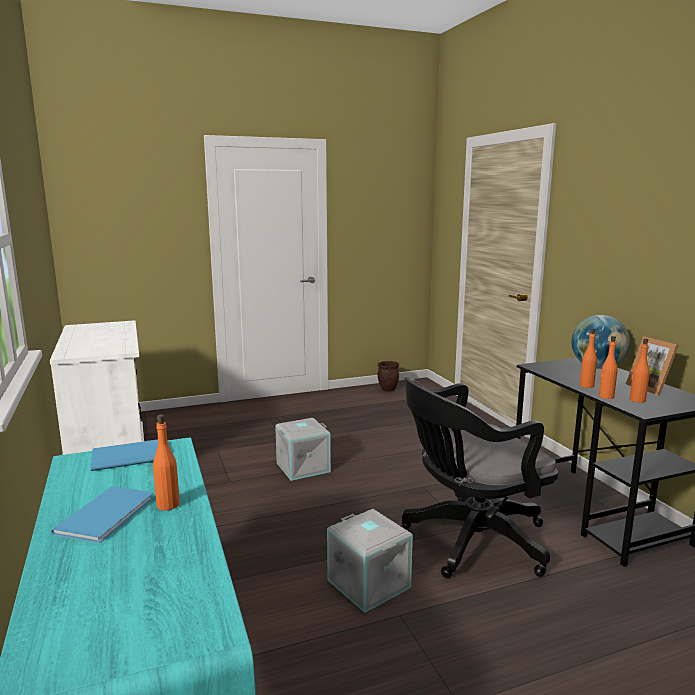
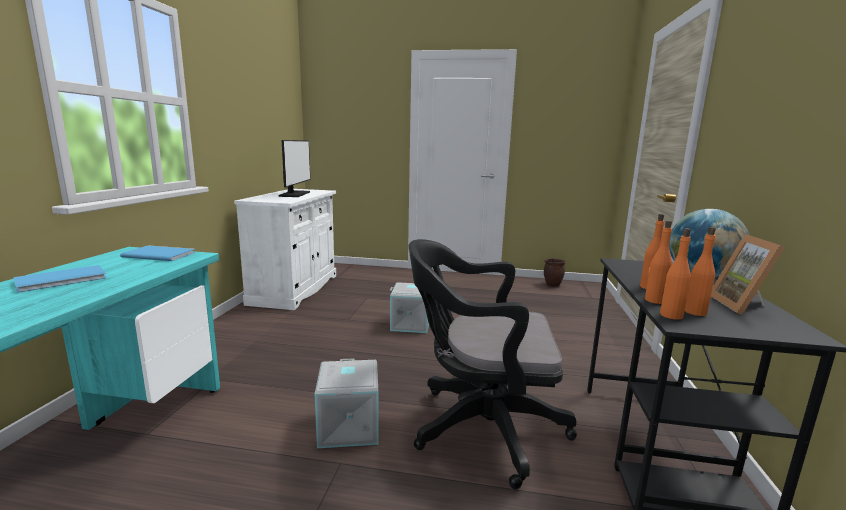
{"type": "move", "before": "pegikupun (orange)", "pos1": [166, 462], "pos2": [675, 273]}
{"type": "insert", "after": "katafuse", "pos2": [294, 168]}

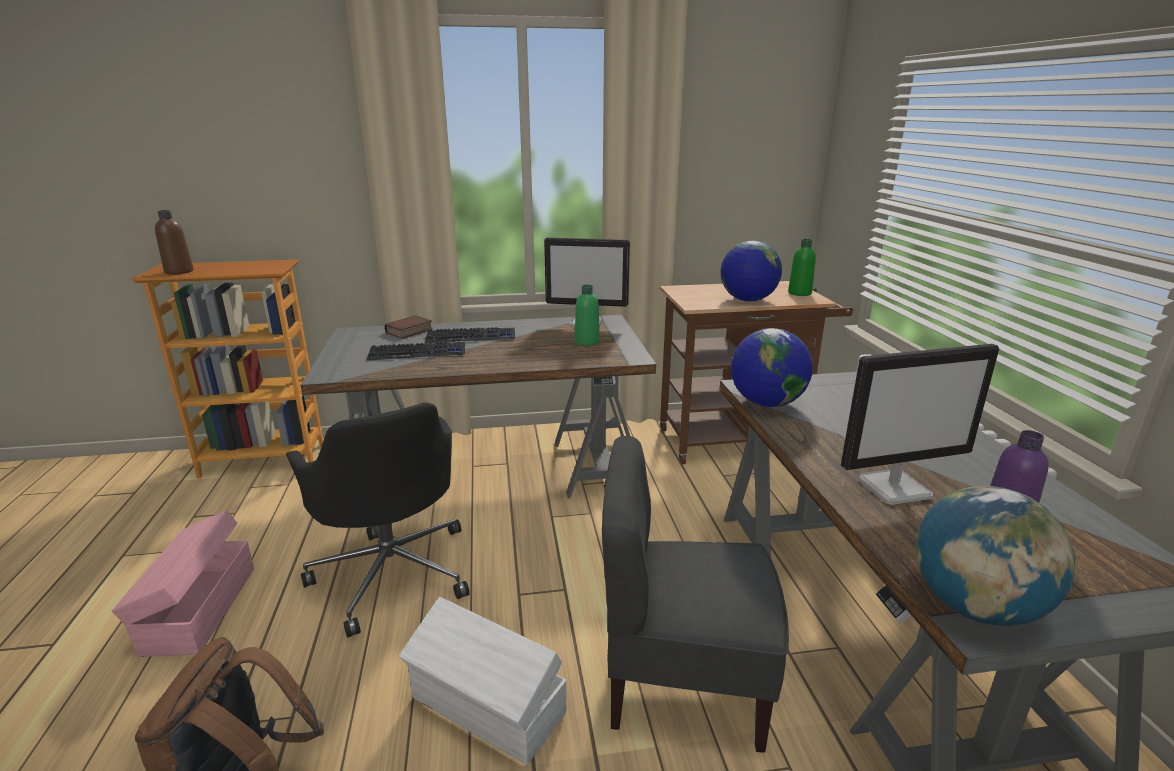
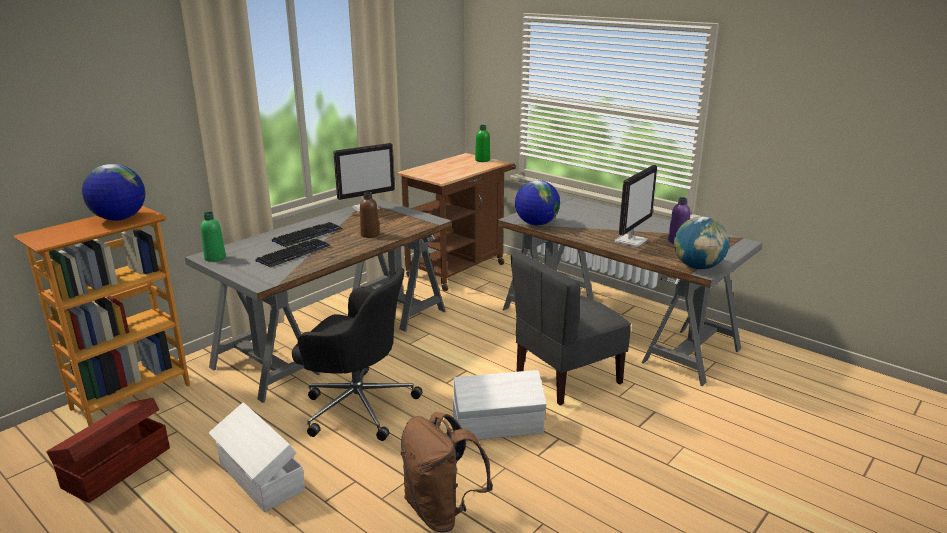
{"type": "move", "before": "pegikupun (brown)", "pos1": [174, 242], "pos2": [370, 215]}
{"type": "move", "before": "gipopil", "pos1": [751, 271], "pos2": [113, 192]}
{"type": "move", "before": "pegikupun (green)", "pos1": [587, 315], "pos2": [213, 237]}
{"type": "delete", "before": "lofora", "pos1": [409, 327]}
{"type": "recolor", "before": "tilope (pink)", "after": "tilope (white)", "pos1": [183, 583], "pos2": [257, 457]}
{"type": "insert", "after": "tilope (brown)", "pos2": [108, 450]}

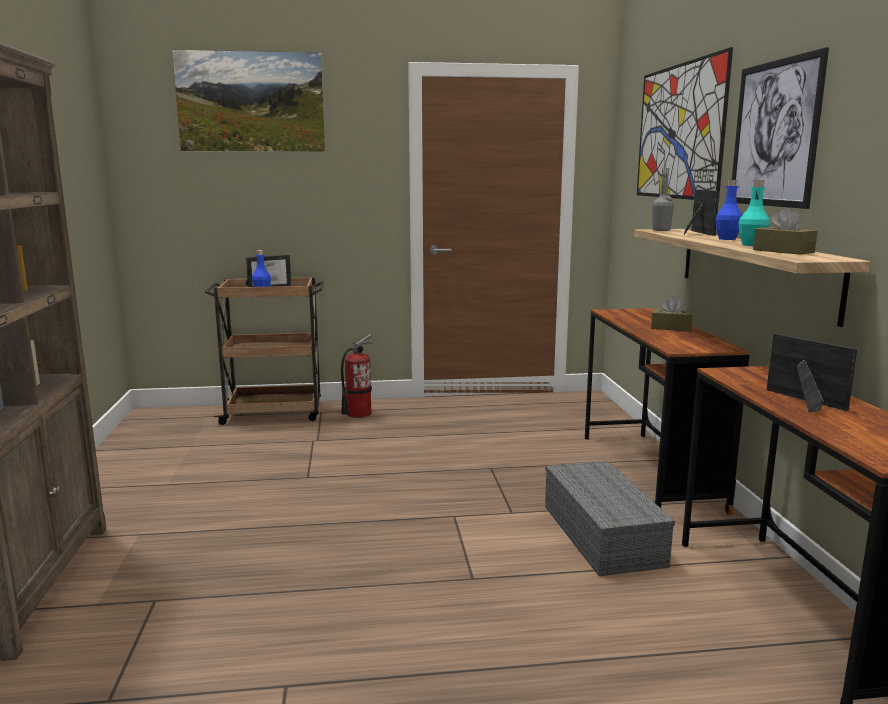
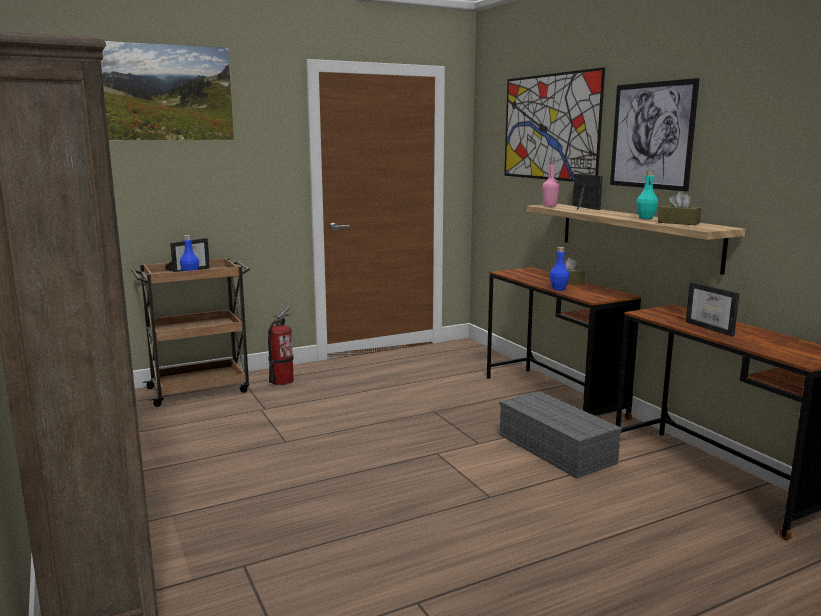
{"type": "recolor", "before": "pegikupun (grey)", "after": "pegikupun (pink)", "pos1": [663, 199], "pos2": [550, 182]}
{"type": "move", "before": "pegikupun (blue)", "pos1": [728, 210], "pos2": [559, 269]}
{"type": "rotate", "before": "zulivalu", "pos1": [812, 372], "pos2": [713, 309], "turn": -150}

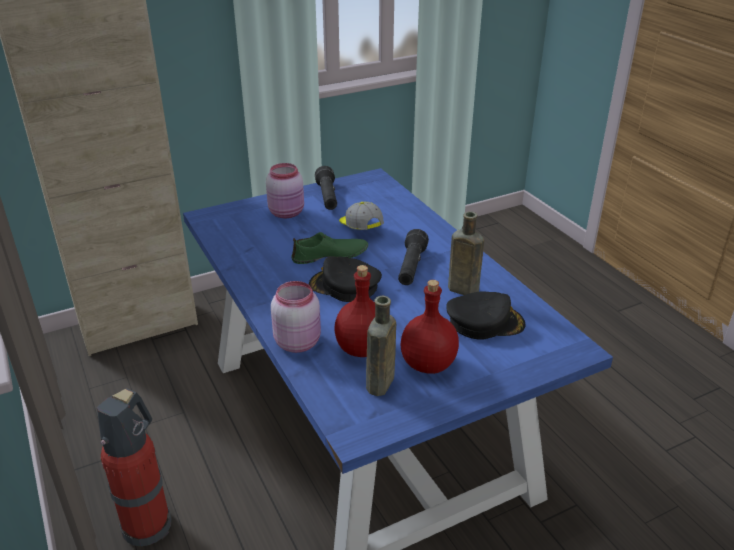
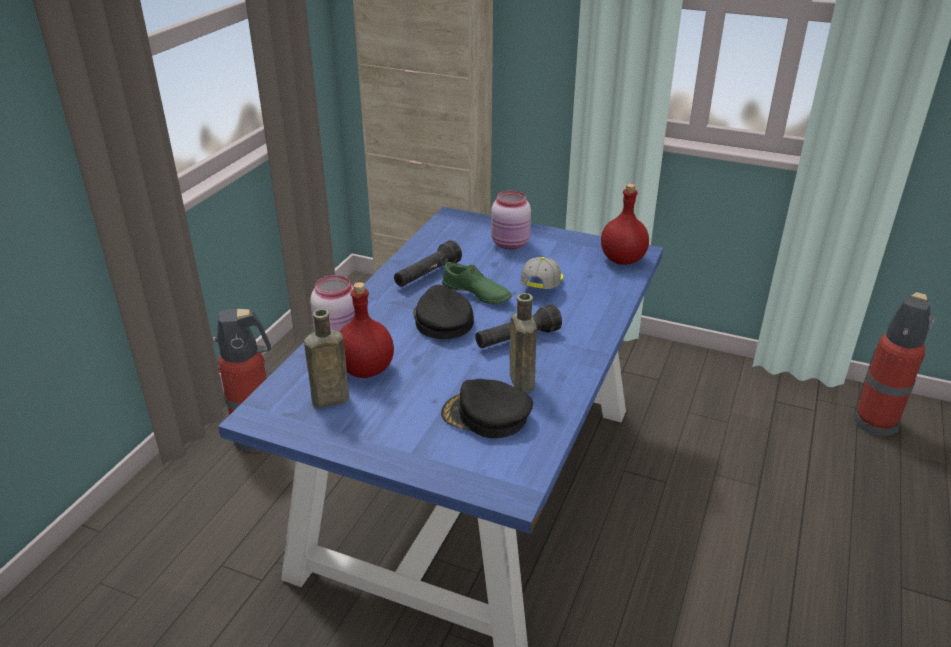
{"type": "move", "before": "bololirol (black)", "pos1": [326, 188], "pos2": [428, 263]}
{"type": "move", "before": "pegikupun (red)", "pos1": [430, 327], "pos2": [625, 224]}
{"type": "rotate", "before": "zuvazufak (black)", "pos1": [485, 315], "pos2": [487, 408], "turn": 150}
{"type": "insert", "after": "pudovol", "pos2": [894, 364]}

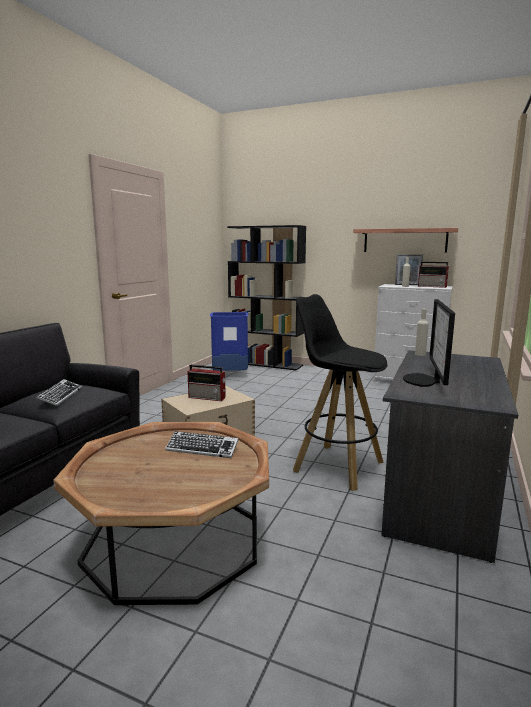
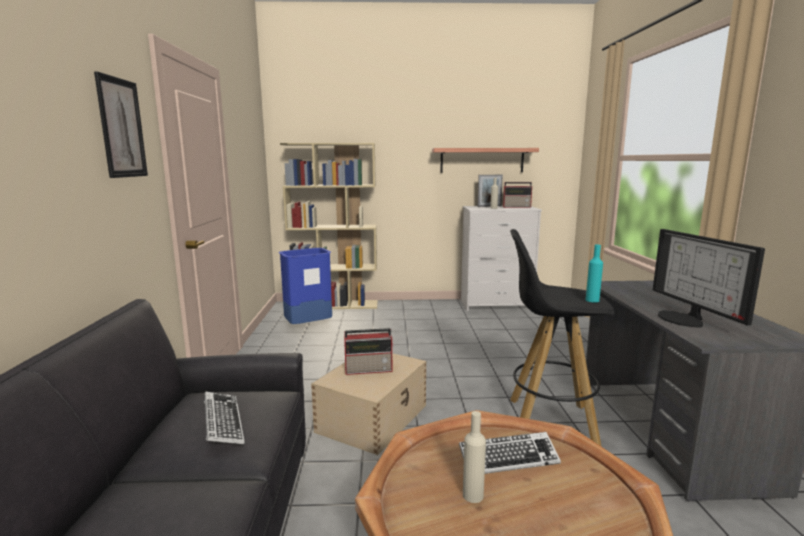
{"type": "recolor", "before": "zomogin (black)", "after": "zomogin (beige)", "pos1": [266, 298], "pos2": [329, 226]}
{"type": "move", "before": "pegikupun (beige)", "pos1": [422, 332], "pos2": [474, 457]}
{"type": "insert", "after": "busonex", "pos2": [121, 124]}
{"type": "insert", "after": "pegikupun (turquoise)", "pos2": [594, 274]}

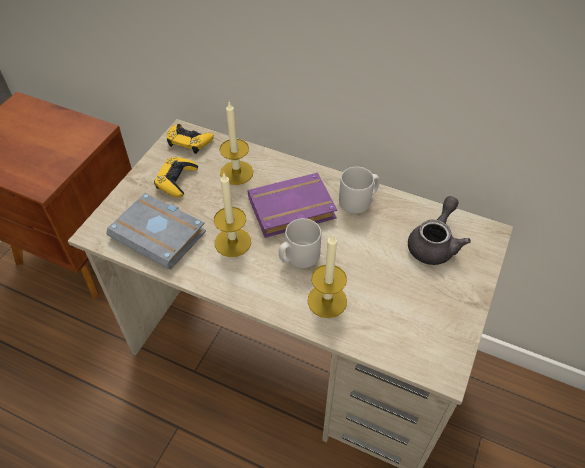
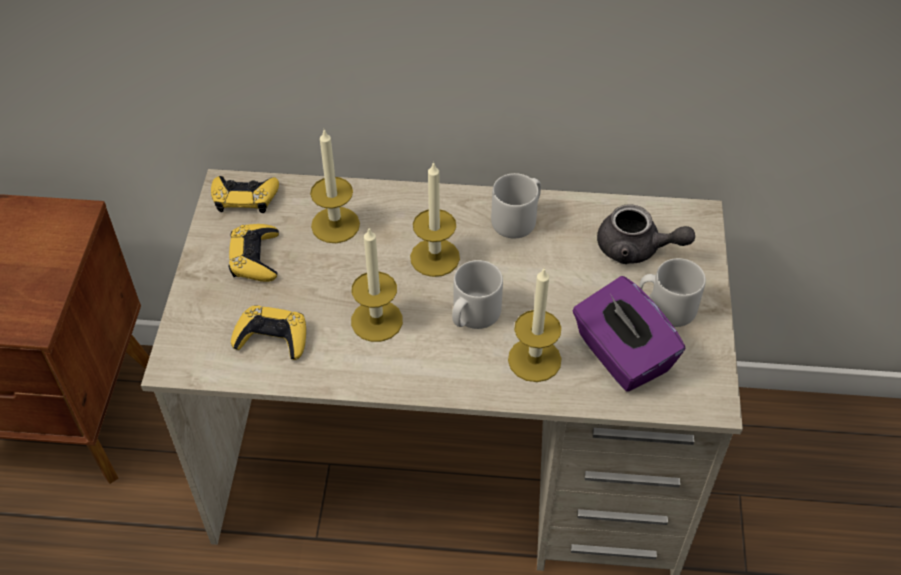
{"type": "replace", "before": "lofora (purple)", "after": "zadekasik", "pos1": [292, 205], "pos2": [435, 219]}
{"type": "replace", "before": "lofora (grey)", "after": "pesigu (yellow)", "pos1": [156, 231], "pos2": [268, 332]}
{"type": "rotate", "before": "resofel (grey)", "pos1": [439, 230], "pos2": [646, 234], "turn": 105}
{"type": "insert", "after": "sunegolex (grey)", "pos2": [672, 292]}
{"type": "insert", "after": "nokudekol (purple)", "pos2": [628, 334]}

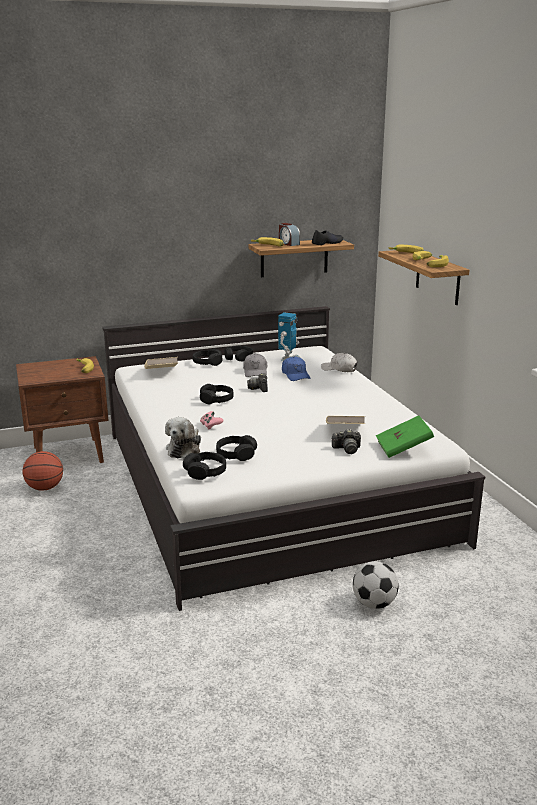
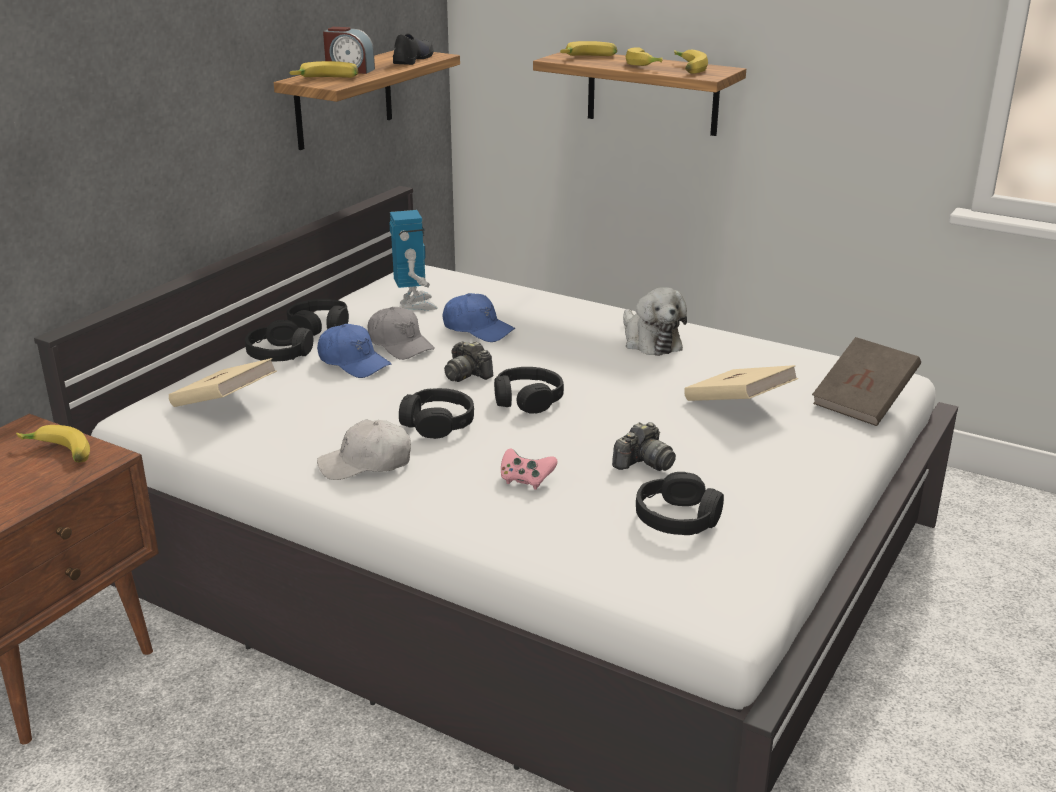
{"type": "move", "before": "zuvazufak (white)", "pos1": [339, 362], "pos2": [364, 450]}
{"type": "recolor", "before": "lofora (green)", "after": "lofora (brown)", "pos1": [405, 436], "pos2": [866, 381]}
{"type": "move", "before": "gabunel", "pos1": [183, 438], "pos2": [655, 321]}
{"type": "move", "before": "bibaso", "pos1": [346, 441], "pos2": [644, 446]}
{"type": "delete", "before": "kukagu", "pos1": [42, 471]}
{"type": "move", "before": "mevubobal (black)", "pos1": [204, 466], "pos2": [529, 390]}
{"type": "delete", "before": "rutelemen", "pos1": [376, 585]}
{"type": "insert", "after": "zuvazufak (blue)", "pos2": [354, 351]}

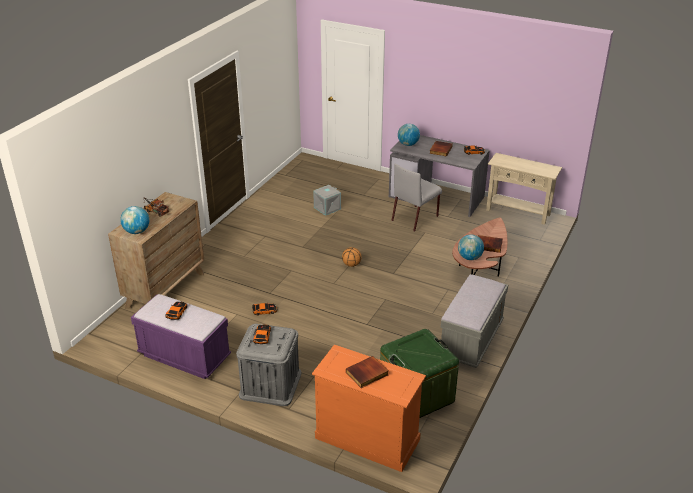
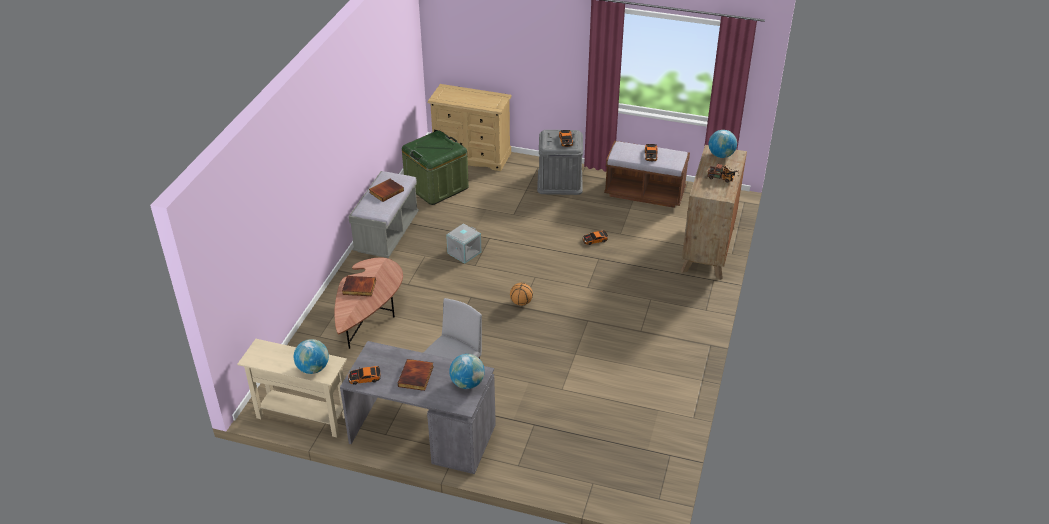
{"type": "move", "before": "tilope (grey)", "pos1": [327, 200], "pos2": [464, 243]}
{"type": "move", "before": "gipopil", "pos1": [471, 247], "pos2": [311, 356]}
{"type": "recolor", "before": "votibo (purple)", "after": "votibo (brown)", "pos1": [181, 336], "pos2": [647, 174]}
{"type": "recolor", "before": "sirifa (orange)", "after": "sirifa (beige)", "pos1": [369, 408], "pos2": [470, 127]}
{"type": "move", "before": "lofora", "pos1": [367, 372], "pos2": [386, 190]}

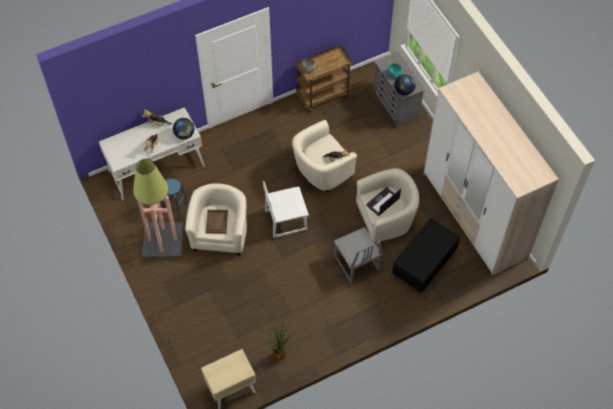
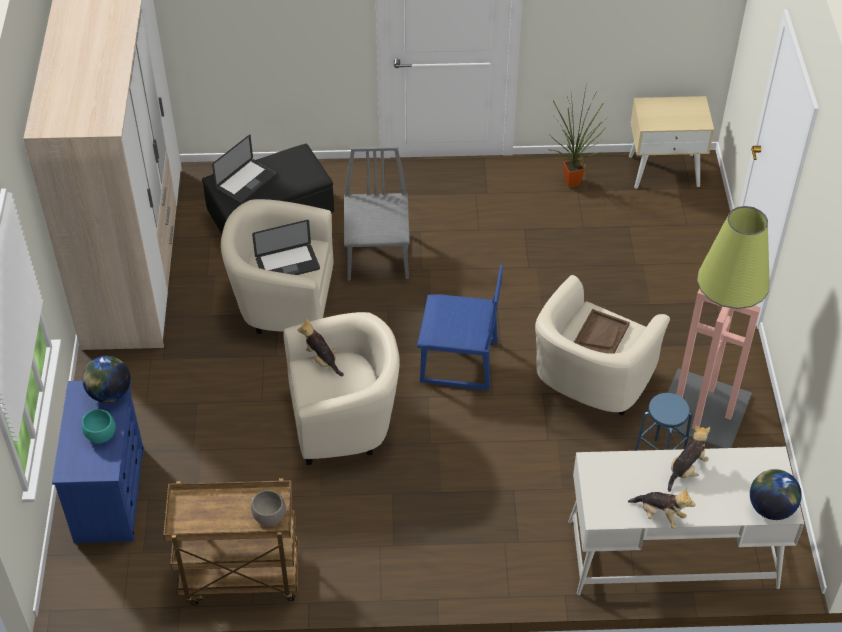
{"type": "recolor", "before": "sirifa (grey)", "after": "sirifa (blue)", "pos1": [399, 89], "pos2": [98, 462]}
{"type": "move", "before": "gipopil", "pos1": [183, 128], "pos2": [776, 494]}
{"type": "recolor", "before": "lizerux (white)", "after": "lizerux (blue)", "pos1": [286, 209], "pos2": [460, 327]}
{"type": "insert", "after": "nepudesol", "pos2": [244, 169]}

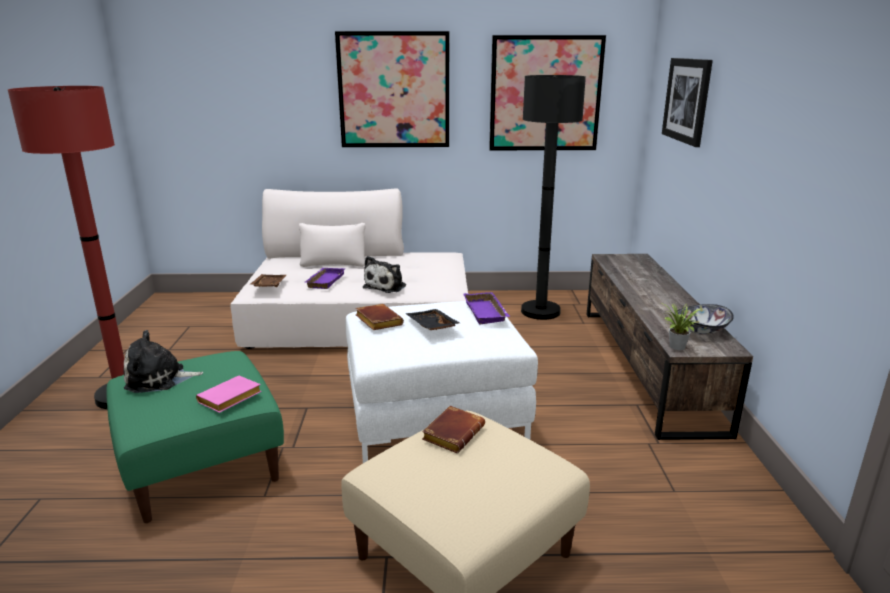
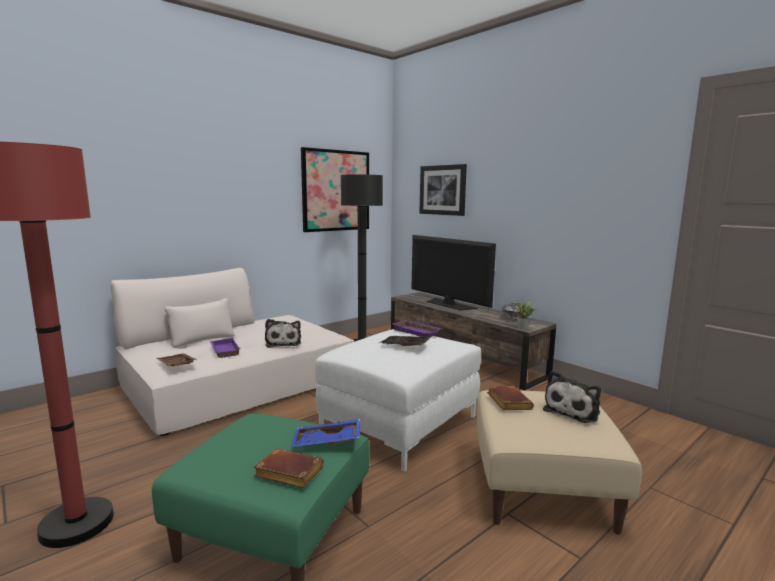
{"type": "delete", "before": "busonex", "pos1": [392, 89]}
{"type": "move", "before": "lofora (brown)", "pos1": [379, 317], "pos2": [289, 468]}
{"type": "move", "before": "gabunel", "pos1": [163, 361], "pos2": [572, 396]}
{"type": "replace", "before": "lofora (pink)", "after": "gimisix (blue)", "pos1": [229, 394], "pos2": [325, 433]}
{"type": "insert", "after": "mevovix", "pos2": [454, 272]}

